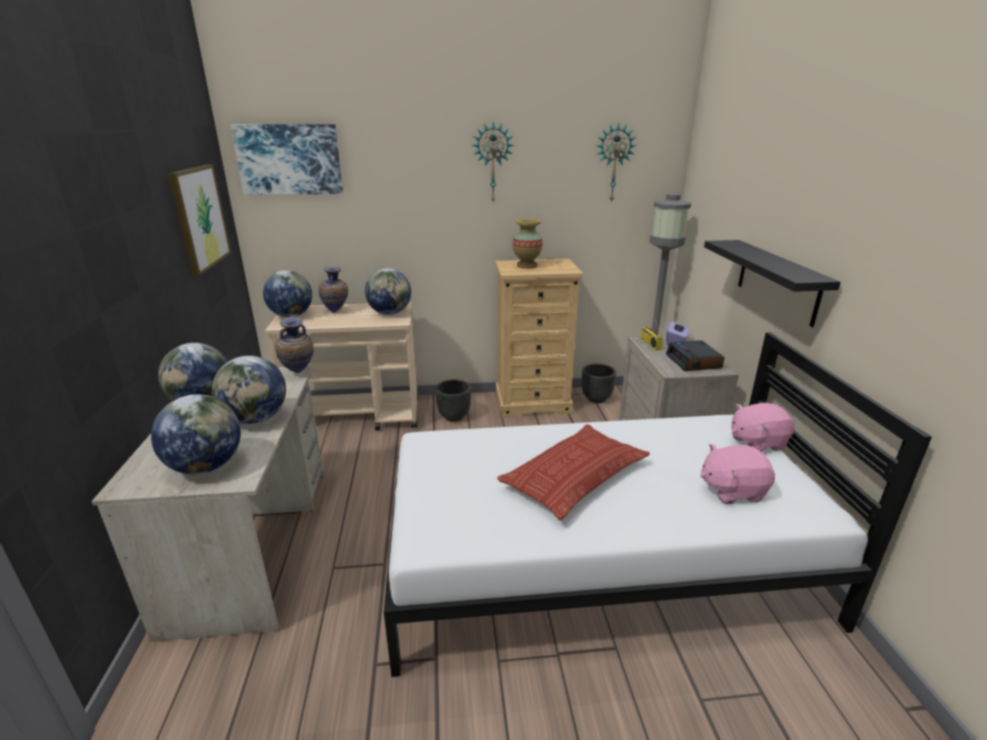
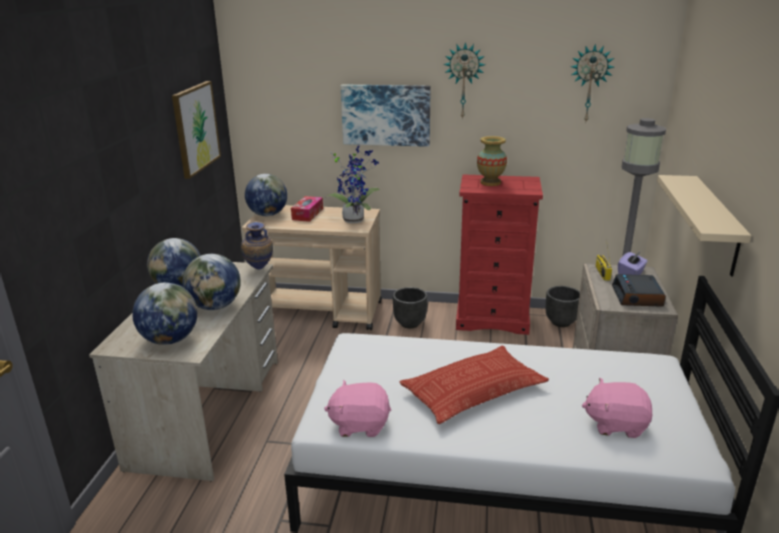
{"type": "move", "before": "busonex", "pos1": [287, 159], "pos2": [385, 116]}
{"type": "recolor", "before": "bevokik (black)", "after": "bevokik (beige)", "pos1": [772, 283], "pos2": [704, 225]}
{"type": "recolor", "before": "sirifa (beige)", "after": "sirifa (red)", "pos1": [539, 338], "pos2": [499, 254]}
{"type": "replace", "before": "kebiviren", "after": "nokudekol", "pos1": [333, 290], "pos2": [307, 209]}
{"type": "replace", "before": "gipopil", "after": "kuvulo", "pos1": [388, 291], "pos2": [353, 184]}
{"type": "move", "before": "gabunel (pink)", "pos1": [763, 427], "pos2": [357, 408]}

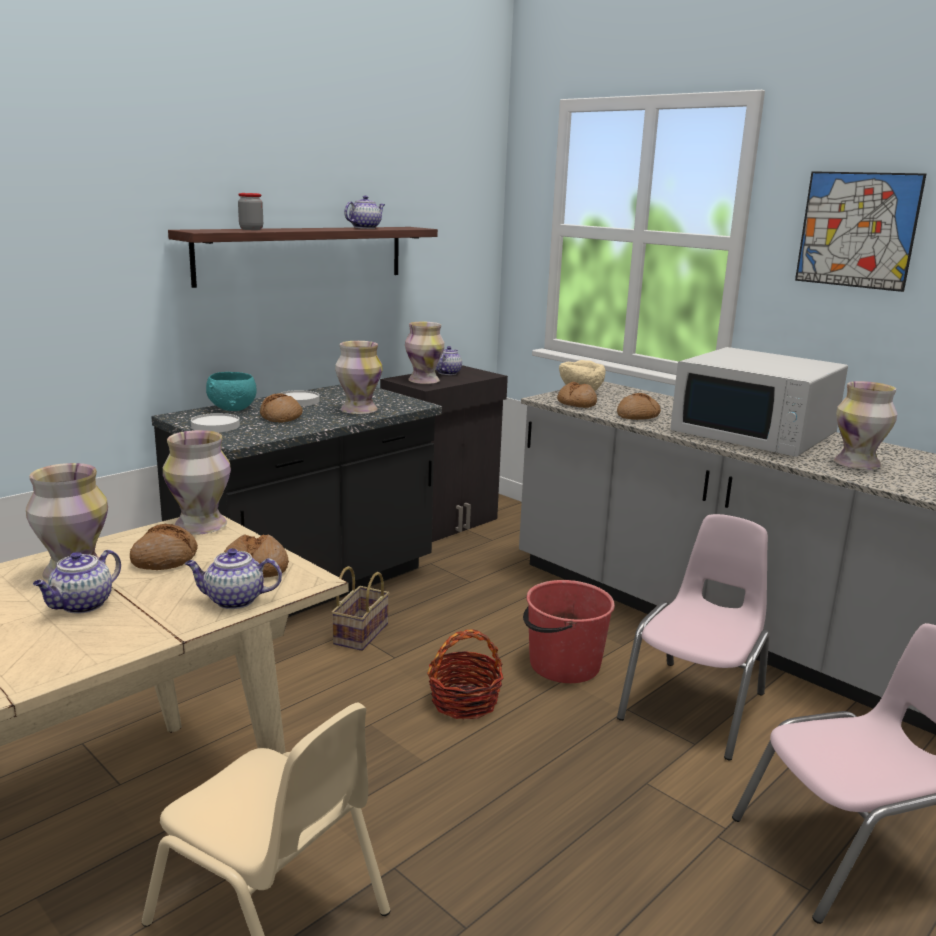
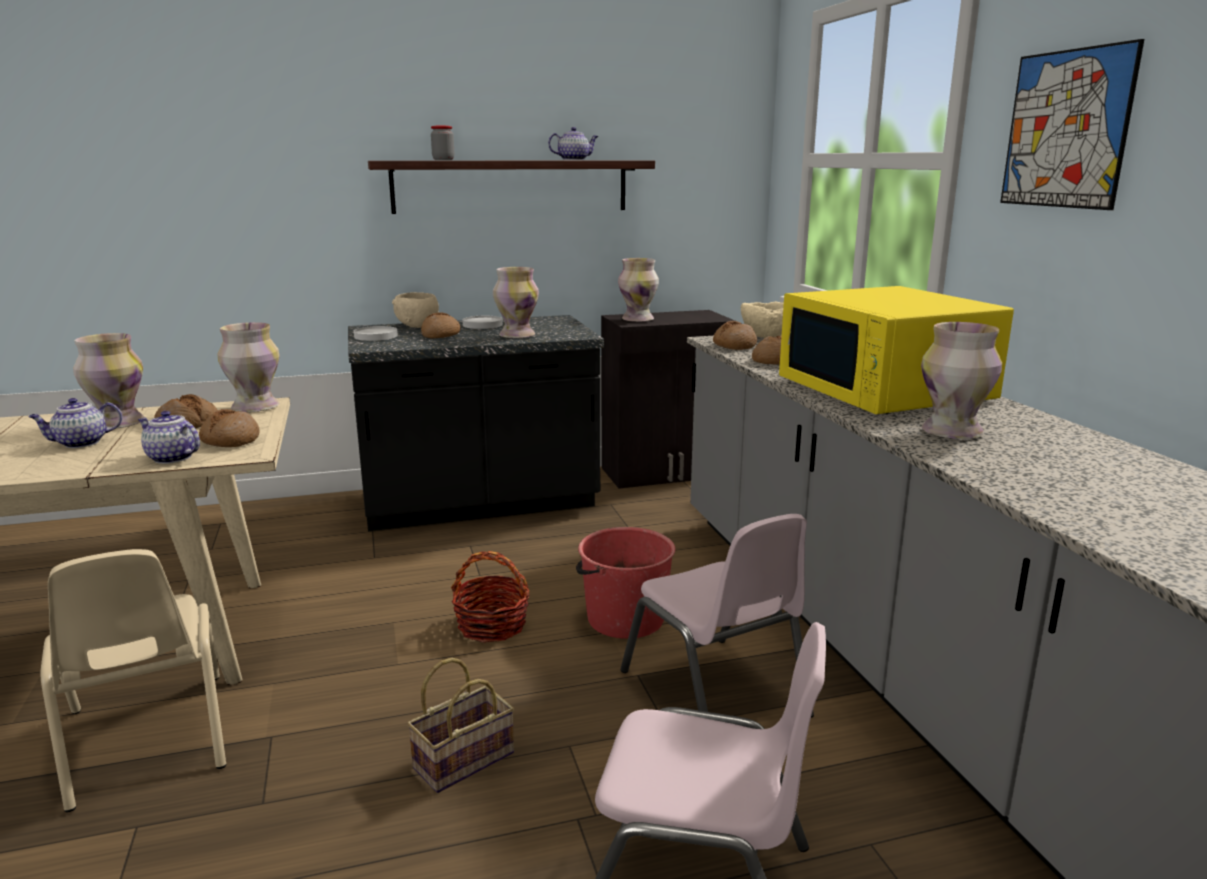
{"type": "delete", "before": "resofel", "pos1": [449, 360]}
{"type": "recolor", "before": "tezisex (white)", "after": "tezisex (yellow)", "pos1": [759, 402], "pos2": [896, 350]}
{"type": "recolor", "before": "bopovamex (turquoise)", "after": "bopovamex (beige)", "pos1": [231, 391], "pos2": [415, 310]}
{"type": "rotate", "before": "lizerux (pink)", "pos1": [693, 637], "pos2": [717, 616], "turn": 90}
{"type": "move", "before": "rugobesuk", "pos1": [360, 608], "pos2": [460, 725]}

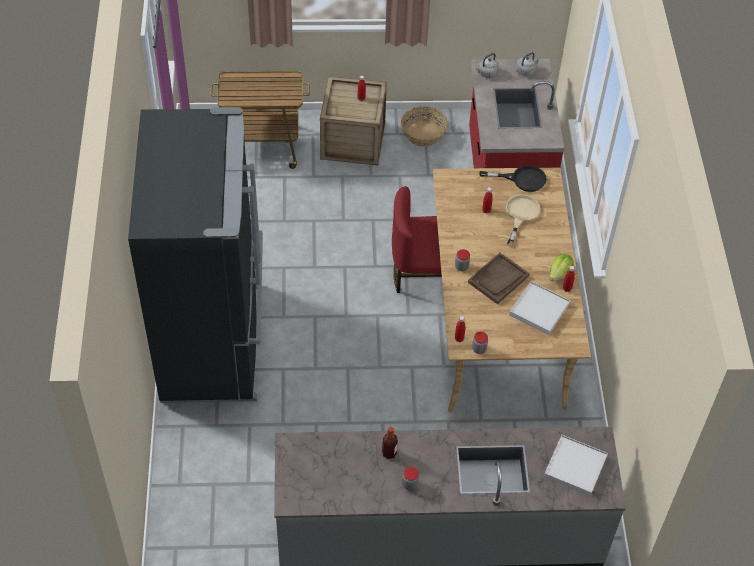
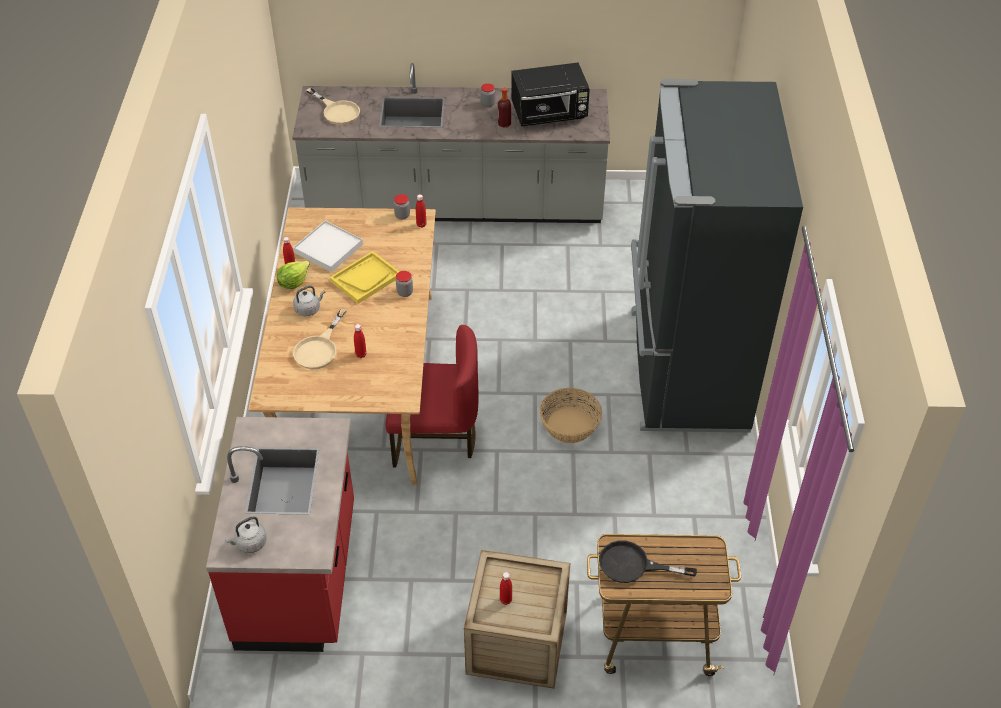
{"type": "move", "before": "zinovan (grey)", "pos1": [487, 65], "pos2": [309, 301]}
{"type": "move", "before": "rugobesuk", "pos1": [424, 126], "pos2": [570, 415]}
{"type": "move", "before": "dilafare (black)", "pos1": [513, 178], "pos2": [648, 561]}
{"type": "recolor", "before": "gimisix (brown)", "after": "gimisix (yellow)", "pos1": [498, 278], "pos2": [365, 277]}
{"type": "replace", "before": "gimisix (white)", "after": "dilafare (beige)", "pos1": [576, 465], "pos2": [333, 106]}
{"type": "insert", "after": "tezisex (black)", "pos2": [550, 94]}

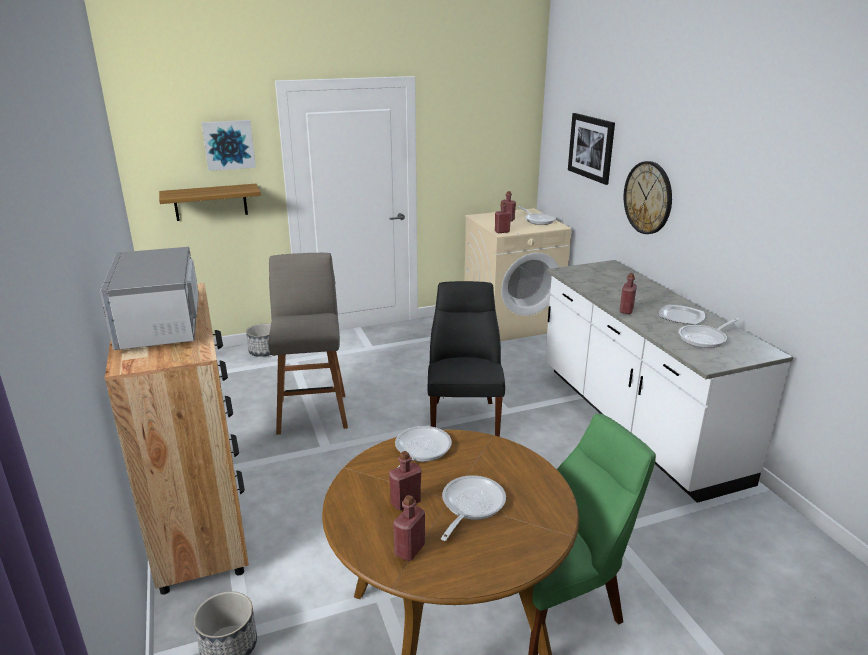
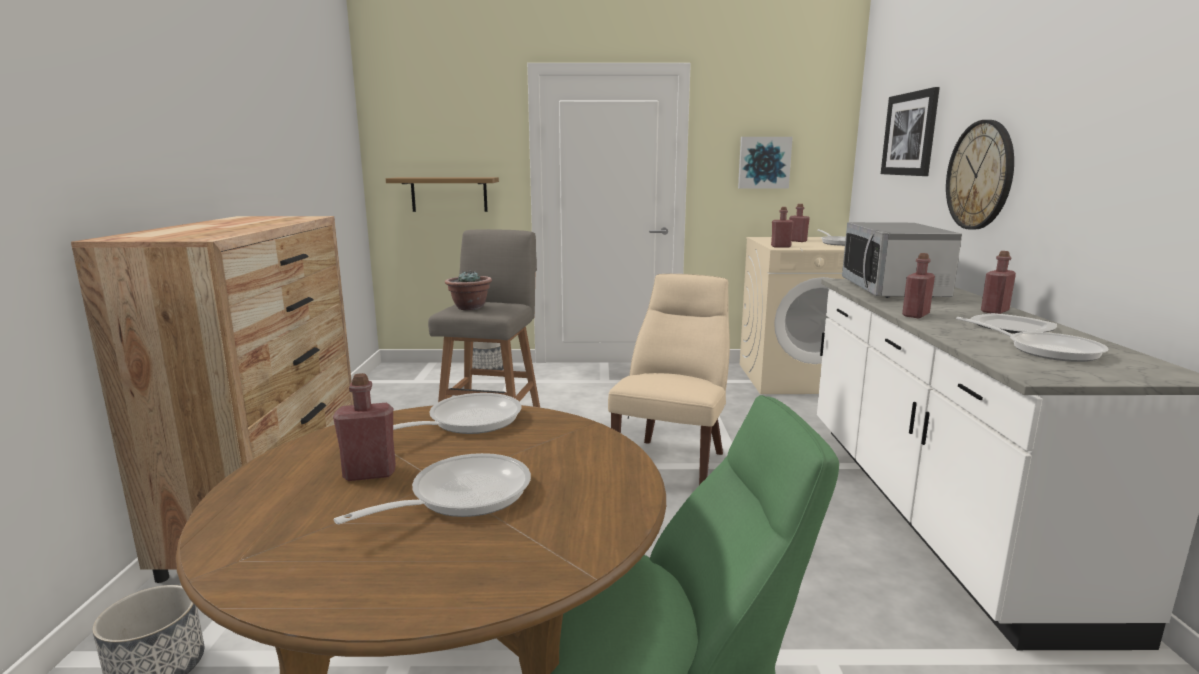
{"type": "move", "before": "busonex", "pos1": [229, 145], "pos2": [765, 163]}
{"type": "move", "before": "tezisex", "pos1": [149, 298], "pos2": [902, 260]}
{"type": "recolor", "before": "lizerux (black)", "after": "lizerux (beige)", "pos1": [466, 359], "pos2": [669, 379]}
{"type": "rotate", "before": "dilafare", "pos1": [709, 333], "pos2": [1032, 339], "turn": -120}
{"type": "move", "before": "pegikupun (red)", "pos1": [409, 528], "pos2": [998, 282]}
{"type": "insert", "after": "kuvulo", "pos2": [468, 290]}

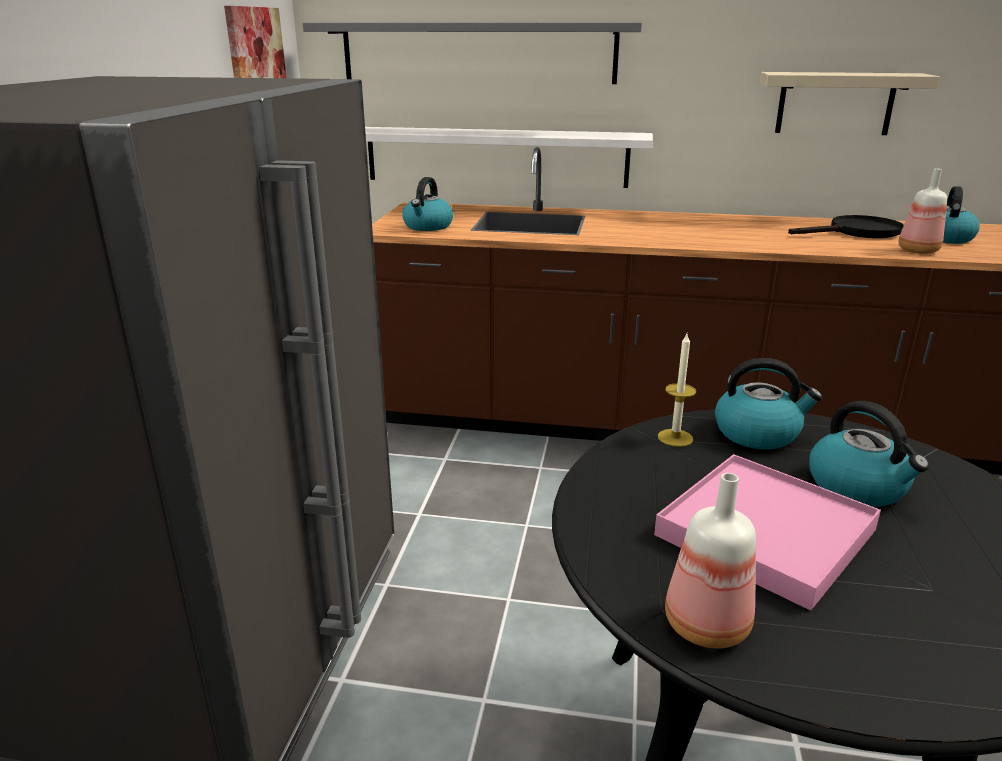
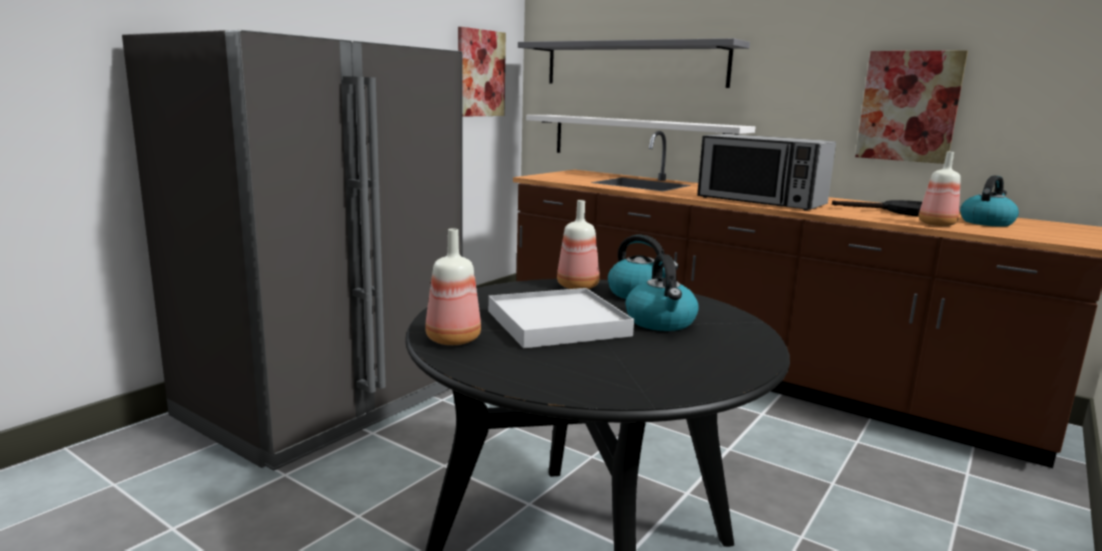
{"type": "replace", "before": "bevokik (beige)", "after": "busonex", "pos1": [850, 103], "pos2": [911, 107]}
{"type": "delete", "before": "zinovan", "pos1": [427, 204]}
{"type": "replace", "before": "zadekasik", "after": "pegikupun", "pos1": [677, 390], "pos2": [578, 244]}
{"type": "recolor", "before": "gimisix (pink)", "after": "gimisix (white)", "pos1": [767, 532], "pos2": [561, 318]}
{"type": "insert", "after": "tezisex", "pos2": [766, 172]}

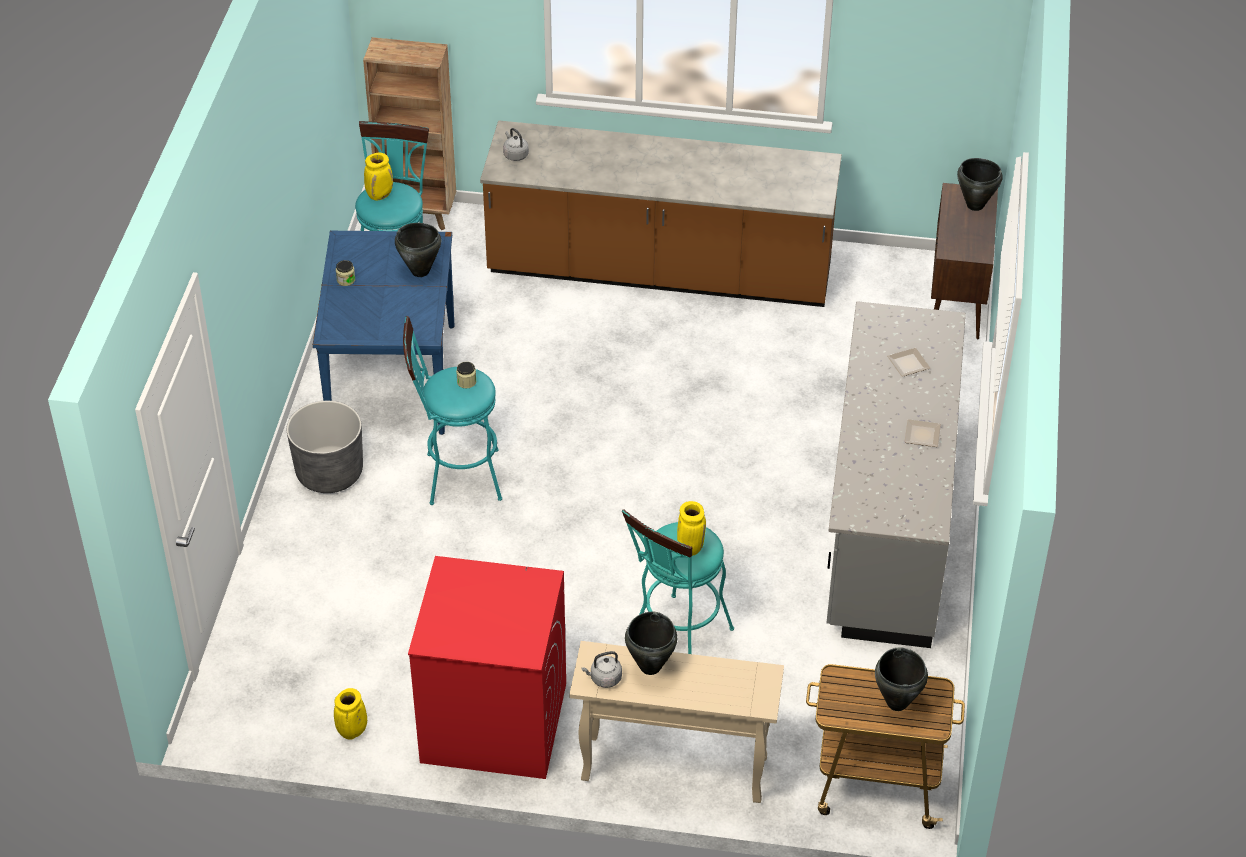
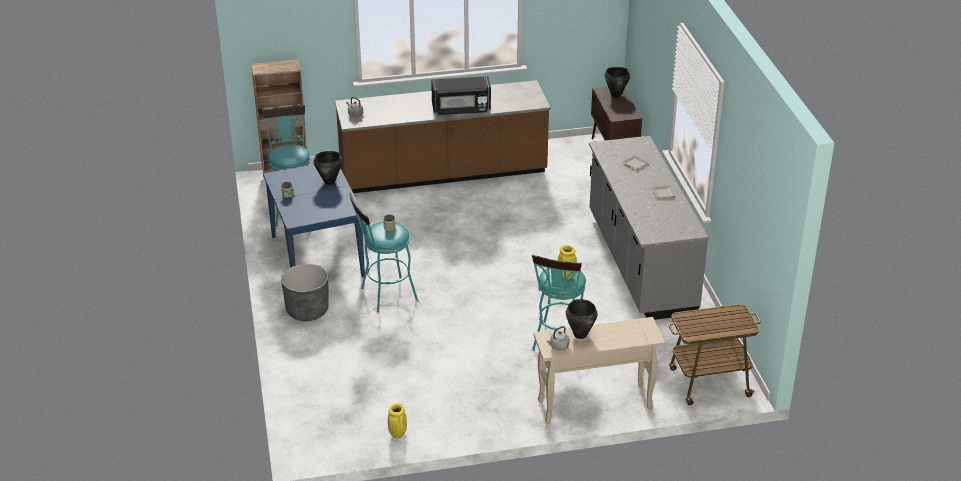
{"type": "delete", "before": "kebiviren (yellow)", "pos1": [378, 177]}
{"type": "delete", "before": "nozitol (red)", "pos1": [487, 667]}
{"type": "delete", "before": "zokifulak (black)", "pos1": [901, 679]}
{"type": "insert", "after": "tezisex (black)", "pos2": [461, 95]}

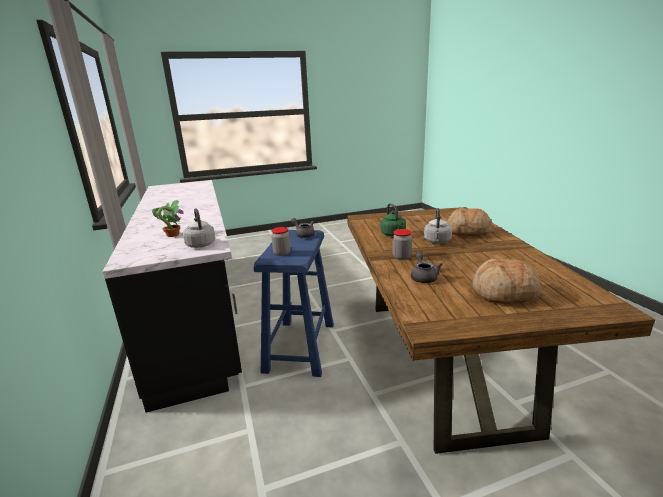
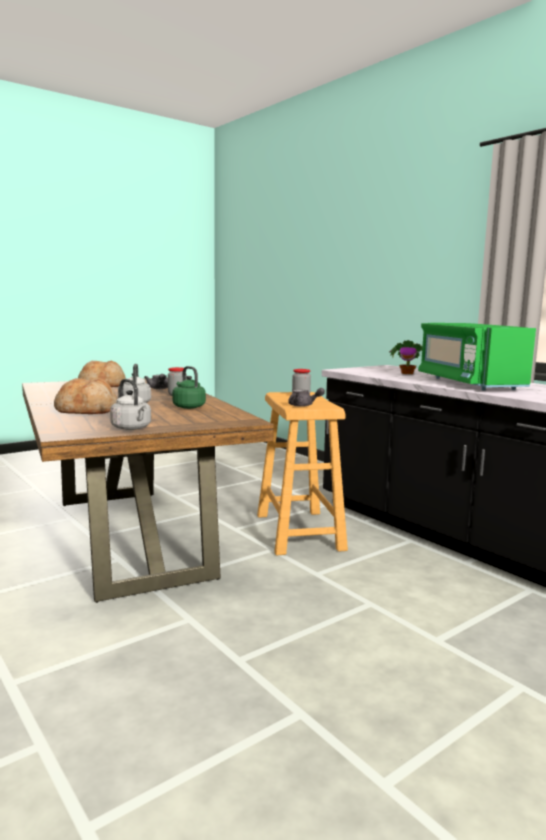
{"type": "move", "before": "zinovan (grey)", "pos1": [199, 228], "pos2": [130, 404]}
{"type": "recolor", "before": "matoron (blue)", "after": "matoron (beige)", "pos1": [293, 303], "pos2": [302, 473]}
{"type": "insert", "after": "tezisex (green)", "pos2": [477, 357]}

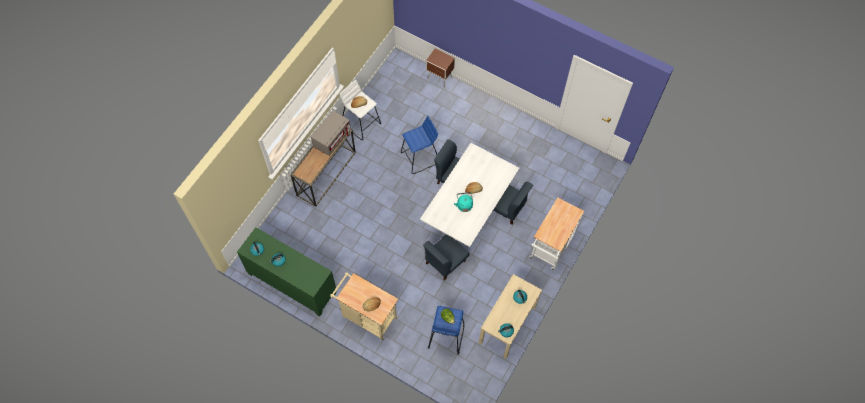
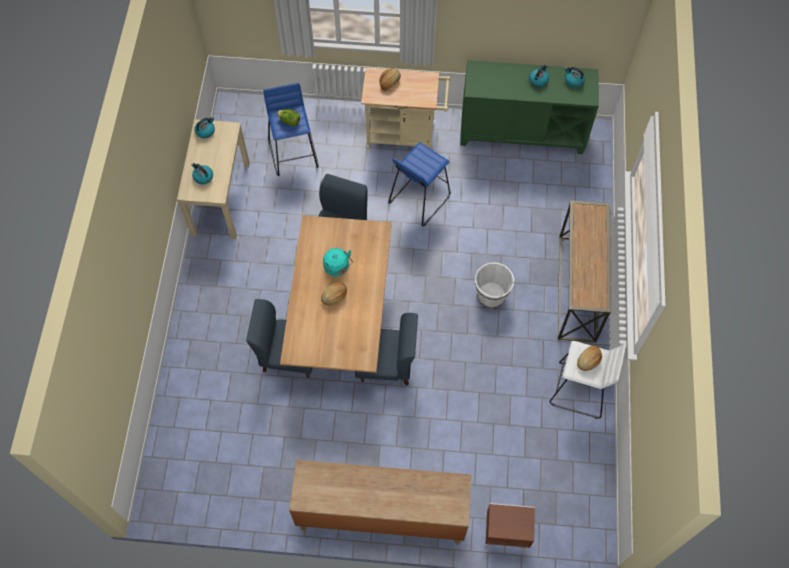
{"type": "delete", "before": "tezisex (grey)", "pos1": [331, 133]}
{"type": "move", "before": "matoron (blue)", "pos1": [419, 145], "pos2": [419, 184]}
{"type": "recolor", "before": "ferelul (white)", "after": "ferelul (brown)", "pos1": [470, 195], "pos2": [336, 294]}
{"type": "delete", "before": "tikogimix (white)", "pos1": [557, 233]}
{"type": "insert", "after": "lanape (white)", "pos2": [494, 285]}
{"type": "insert", "after": "sirifa (brown)", "pos2": [380, 502]}

